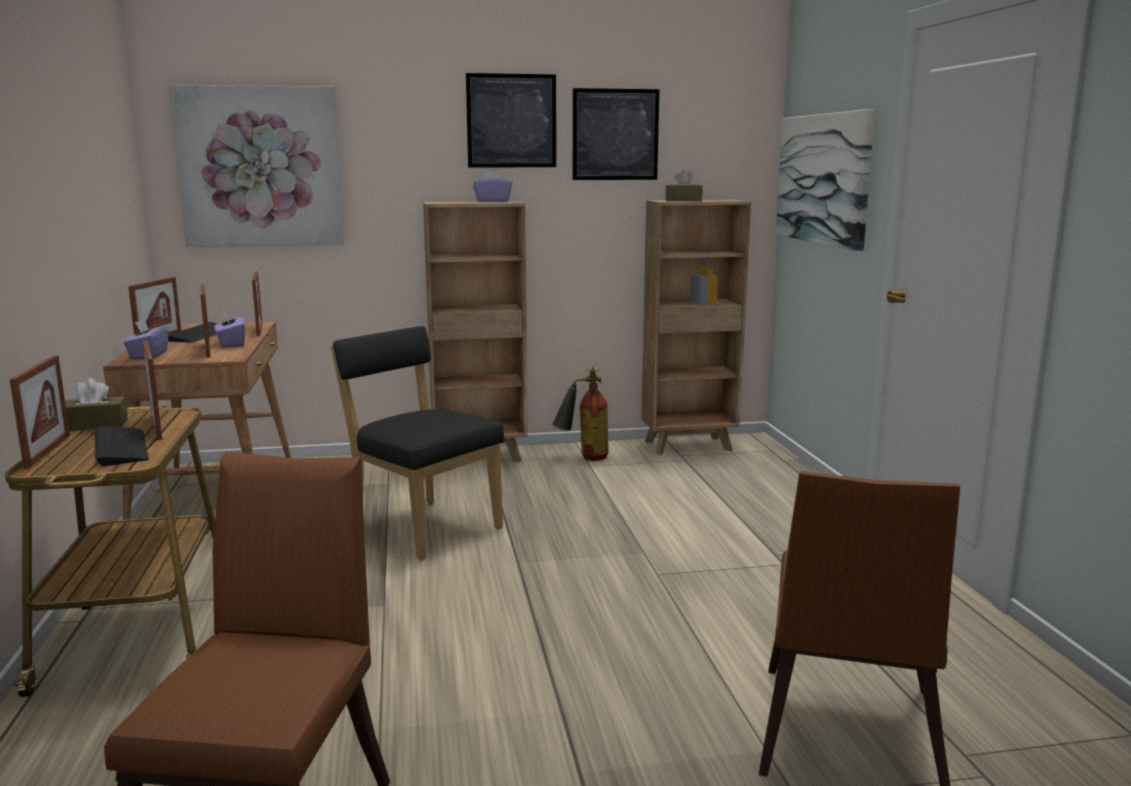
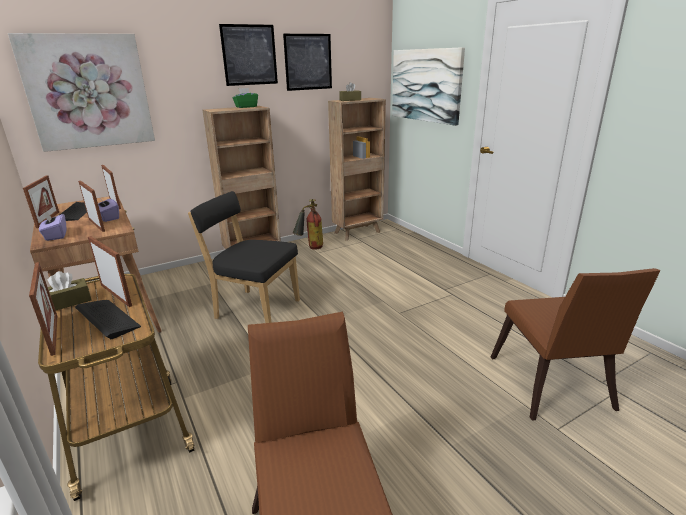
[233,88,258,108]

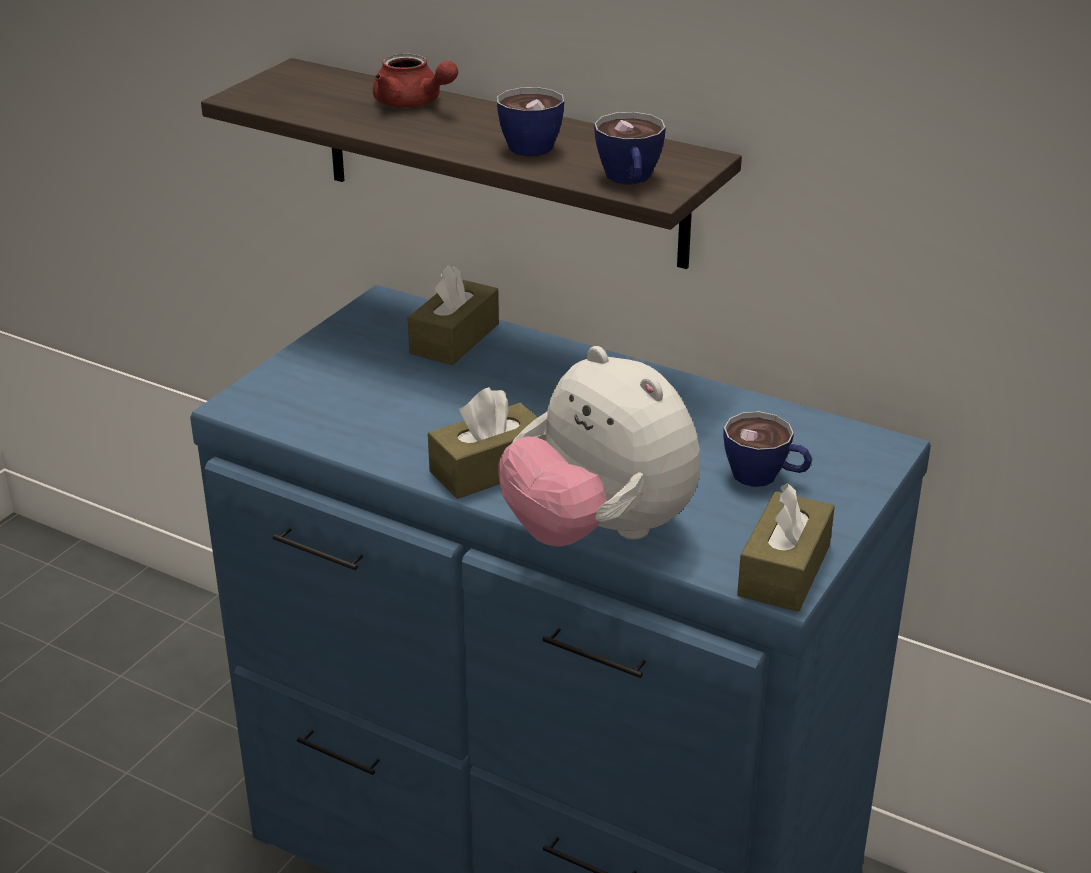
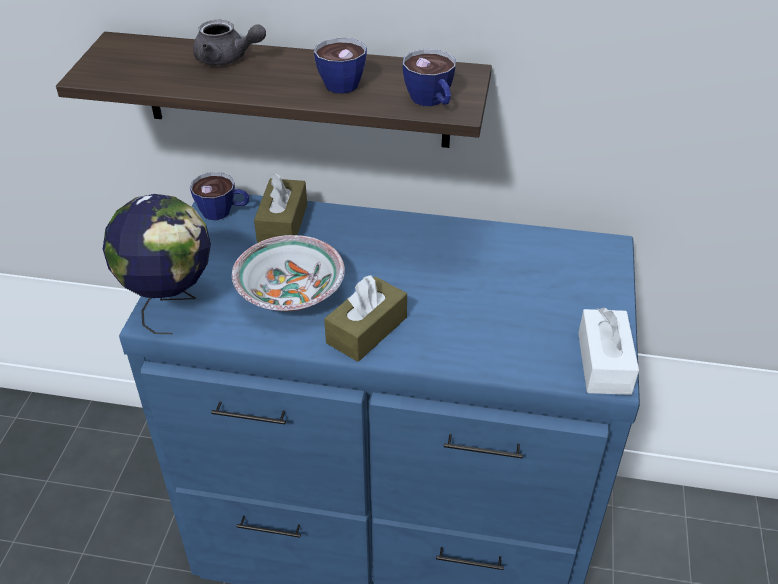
[499,346,700,547] (first image)
[103,194,211,334]
[232,235,345,311]
[190,172,249,220]
[193,20,266,65]
[578,308,639,395]

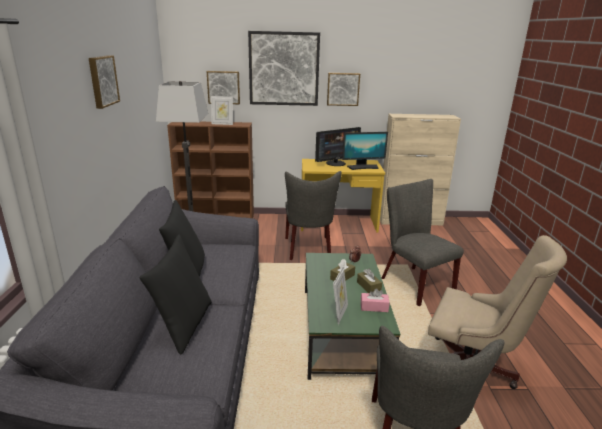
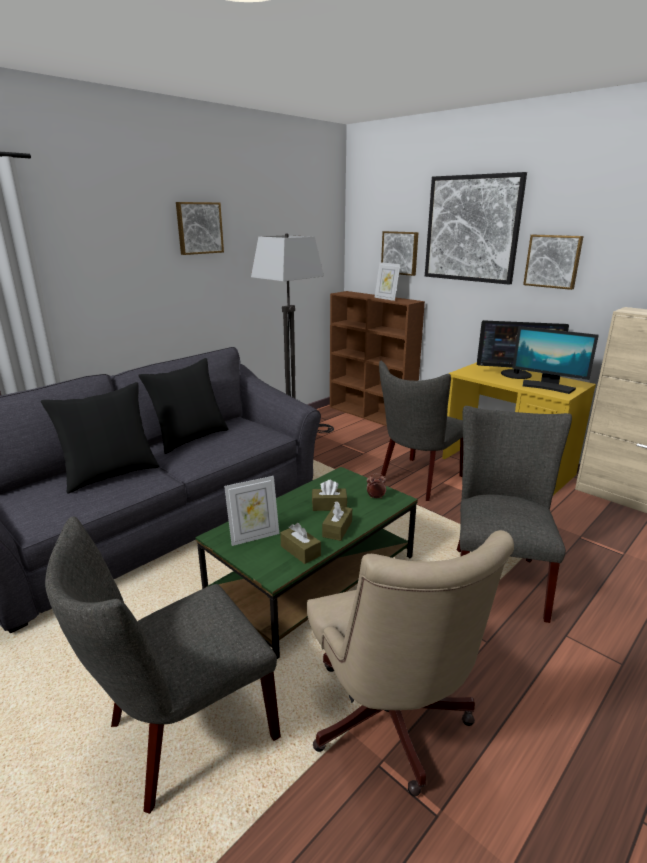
[280,523,321,564]

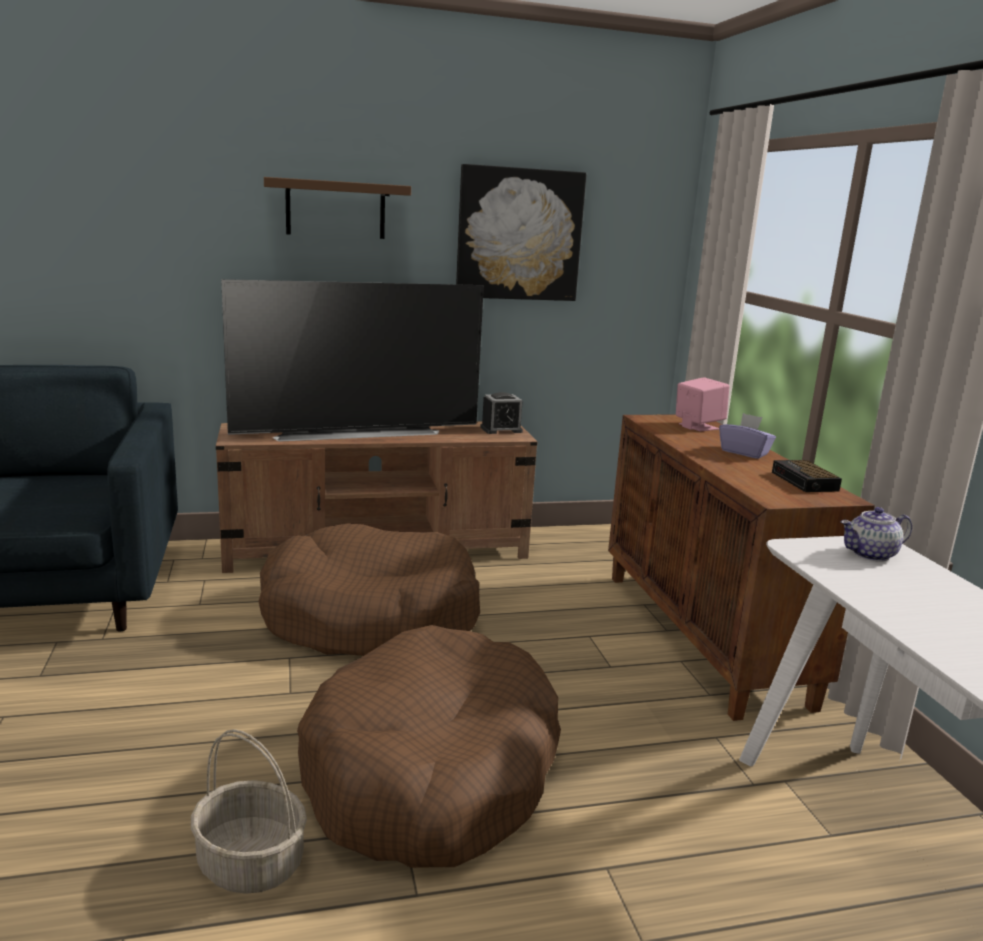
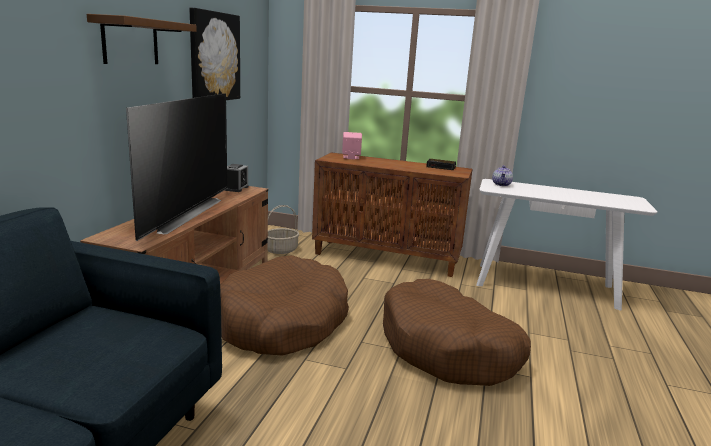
[719,413,776,459] (first image)
[268,205,299,254]

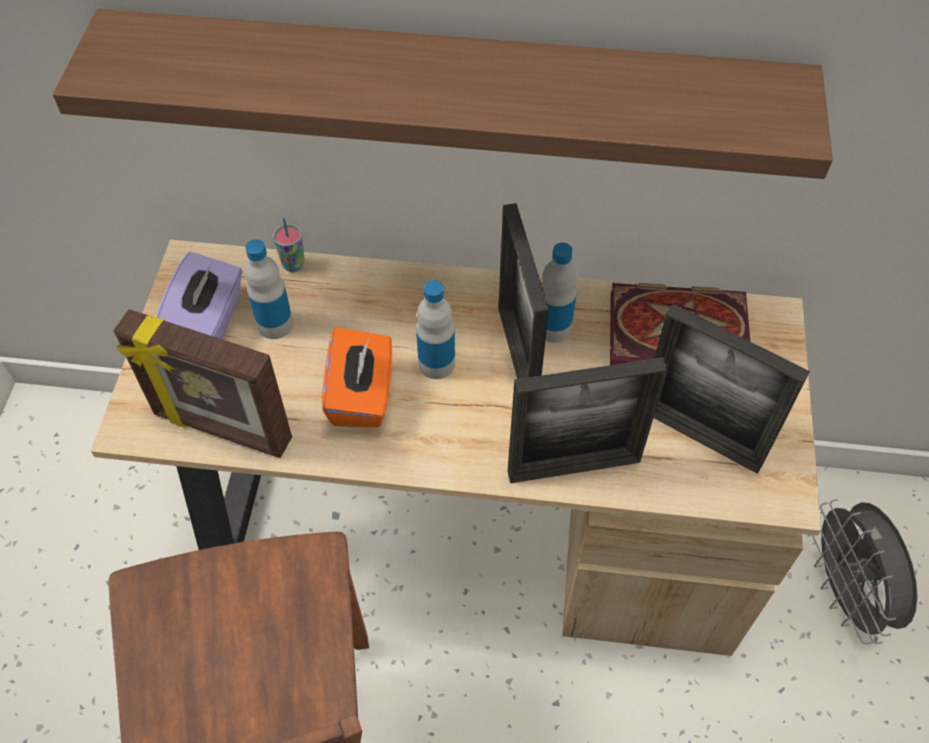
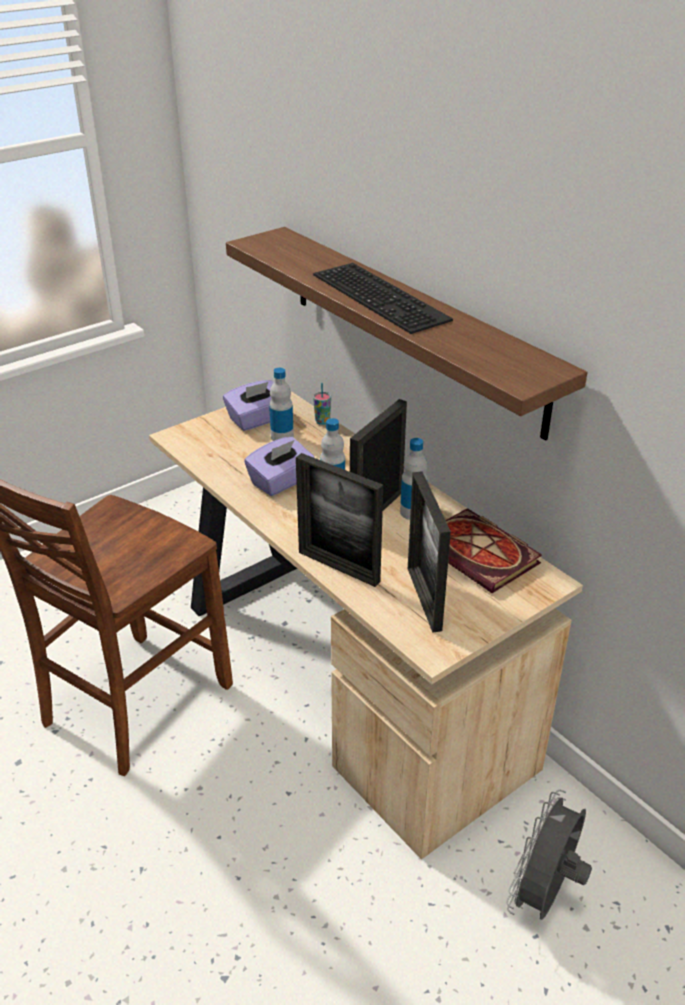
[113,309,292,458] (first image)
[313,263,453,334]
[244,437,315,496]

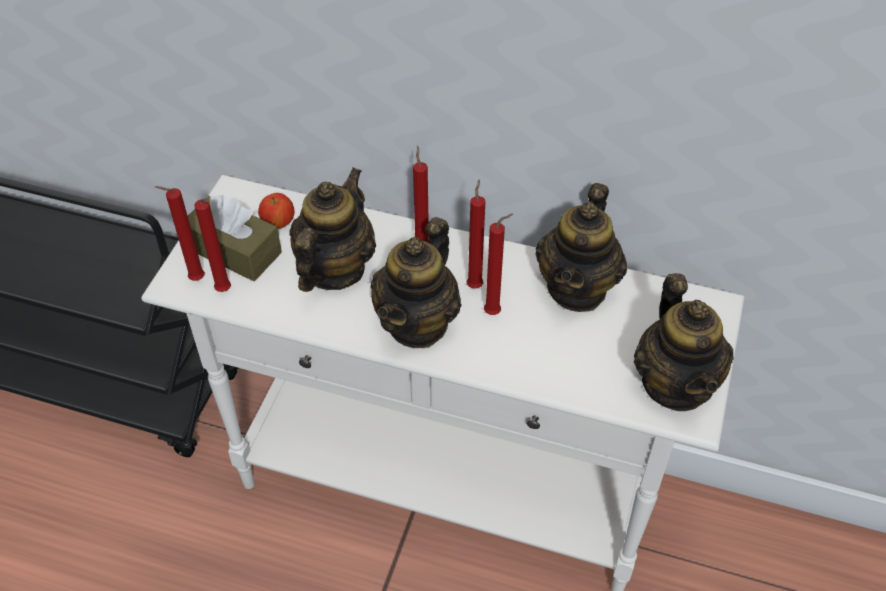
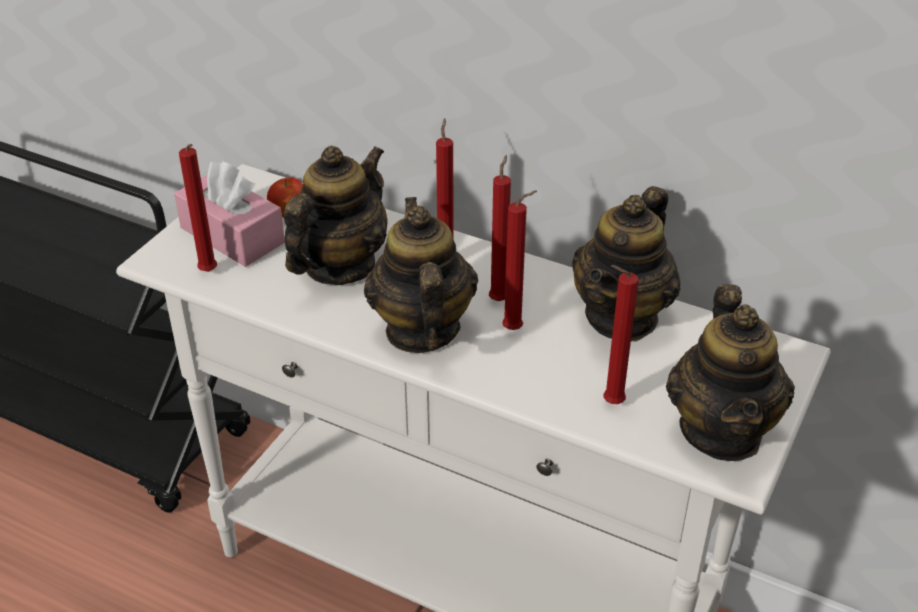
[604,265,639,404]
[174,161,285,267]
[364,197,478,353]

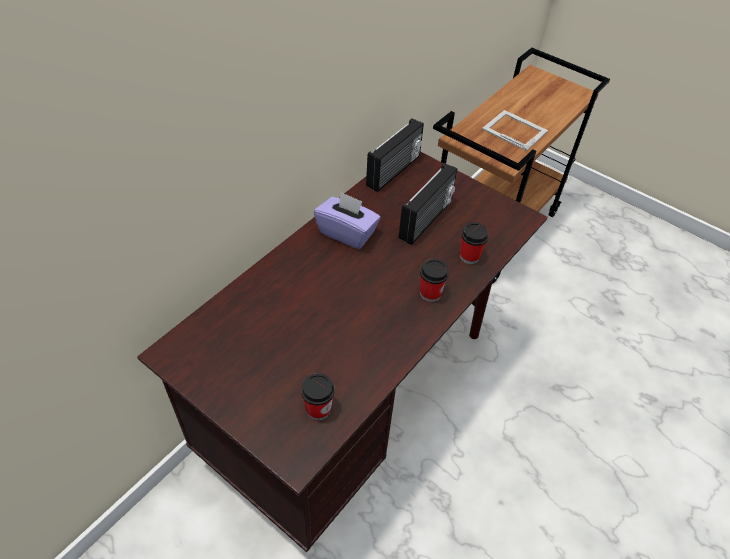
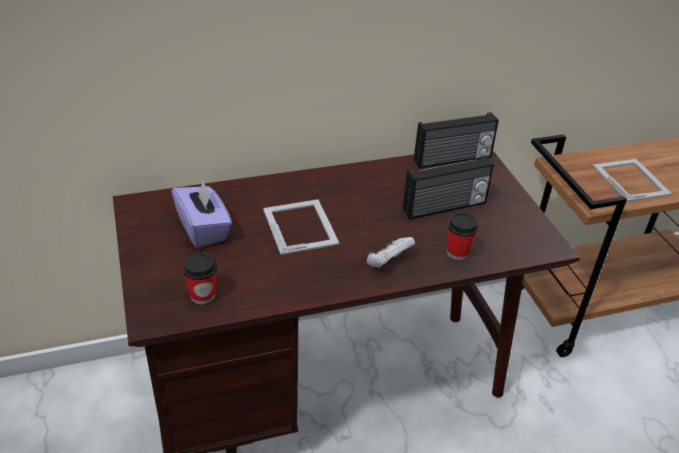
[263,199,339,255]
[172,181,232,248]
[367,237,415,268]

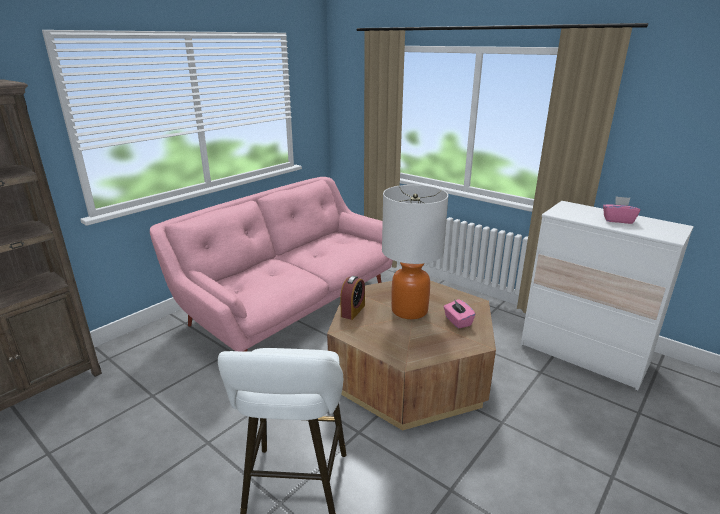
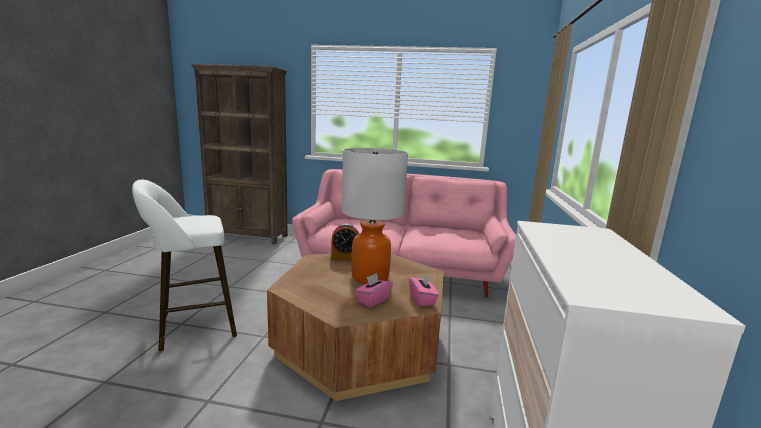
[409,274,439,307]

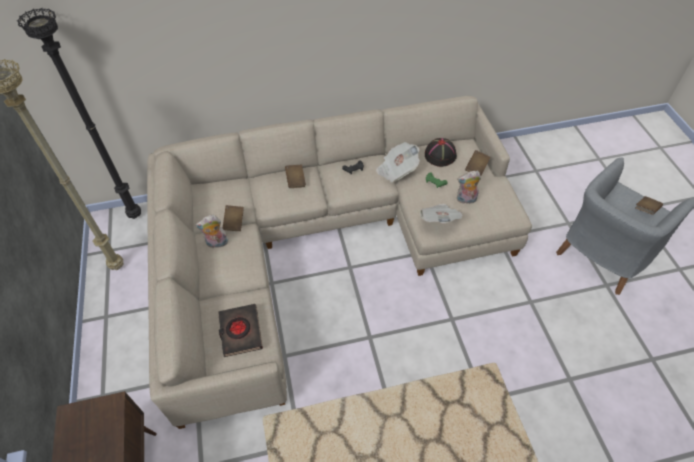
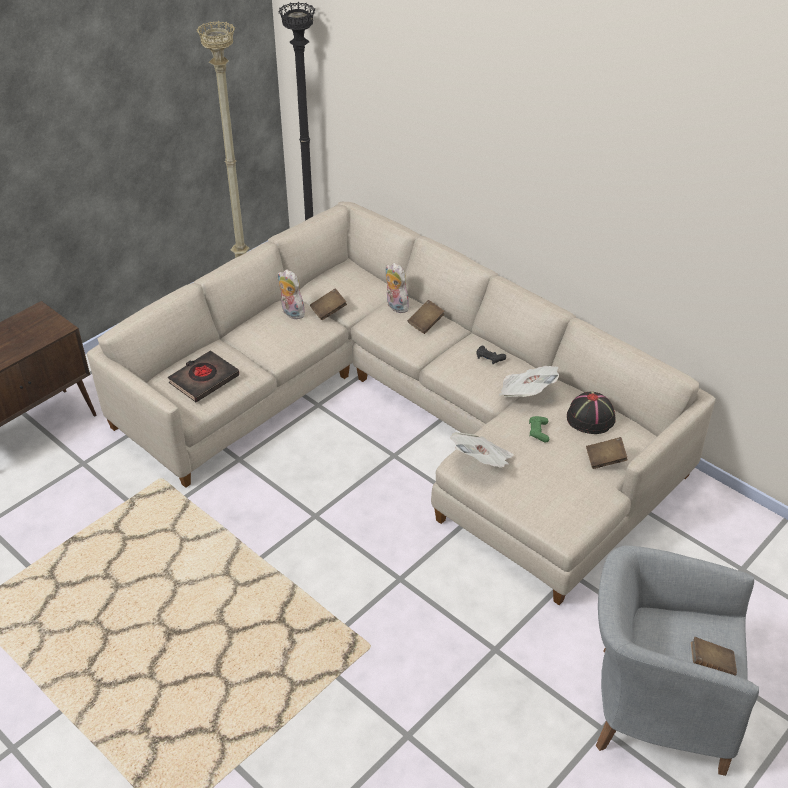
[386,263,411,313]

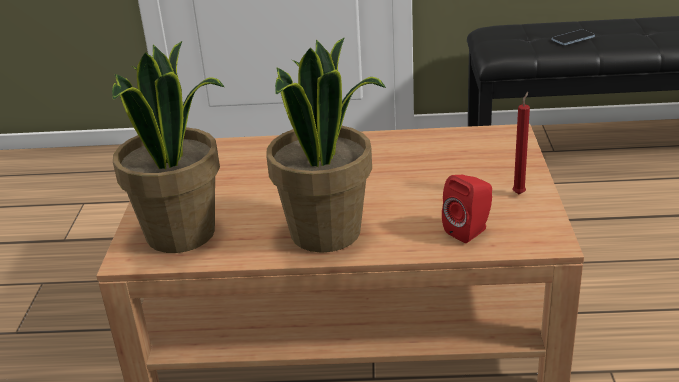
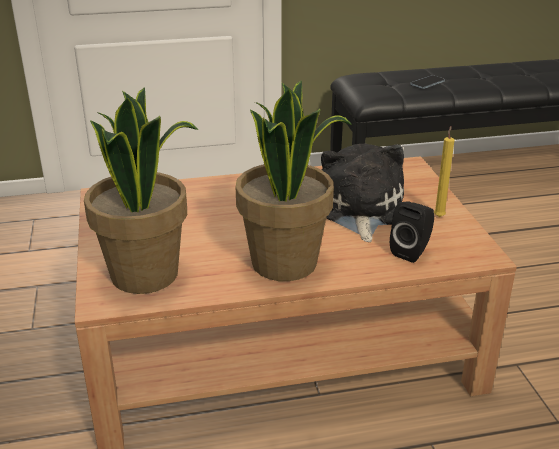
[321,143,404,242]
[390,201,434,263]
[434,126,454,217]

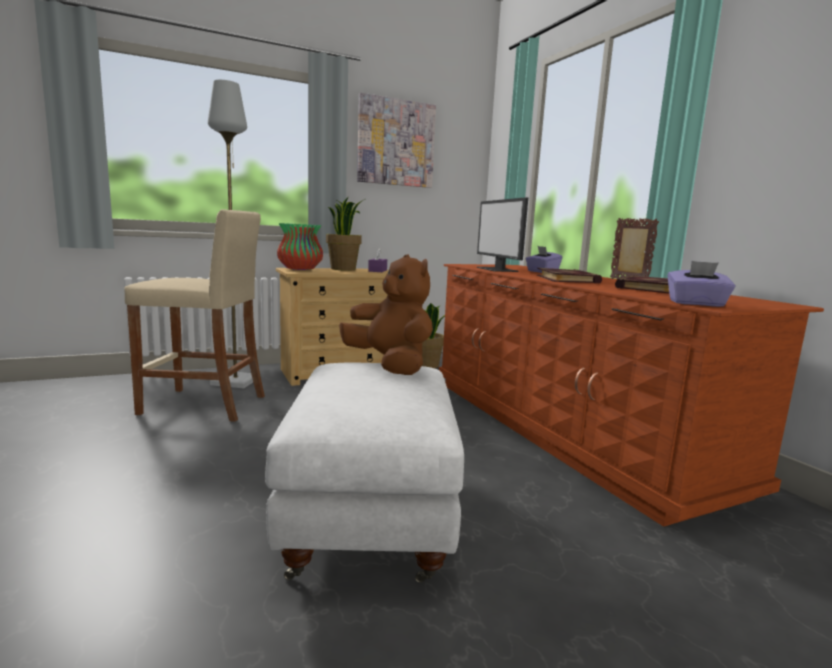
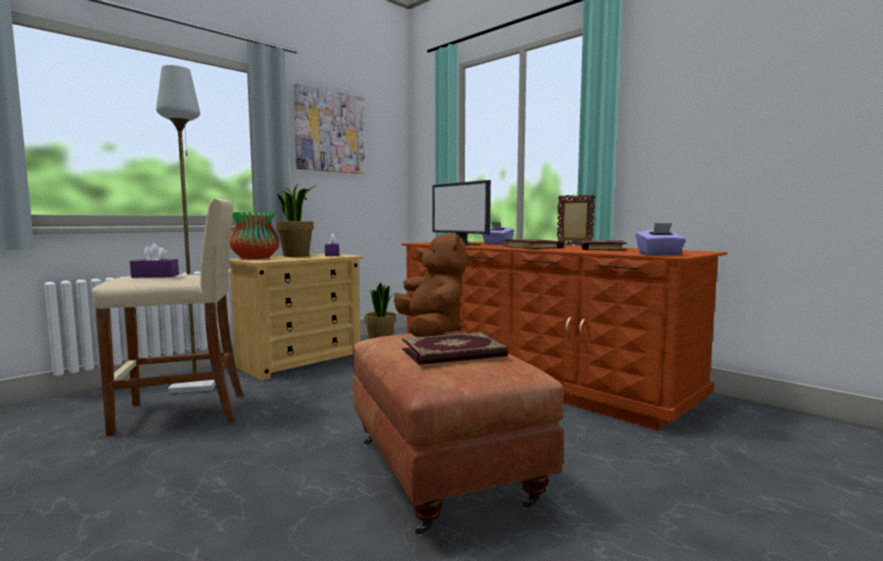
[130,244,179,278]
[402,332,508,365]
[353,331,564,536]
[394,232,466,337]

